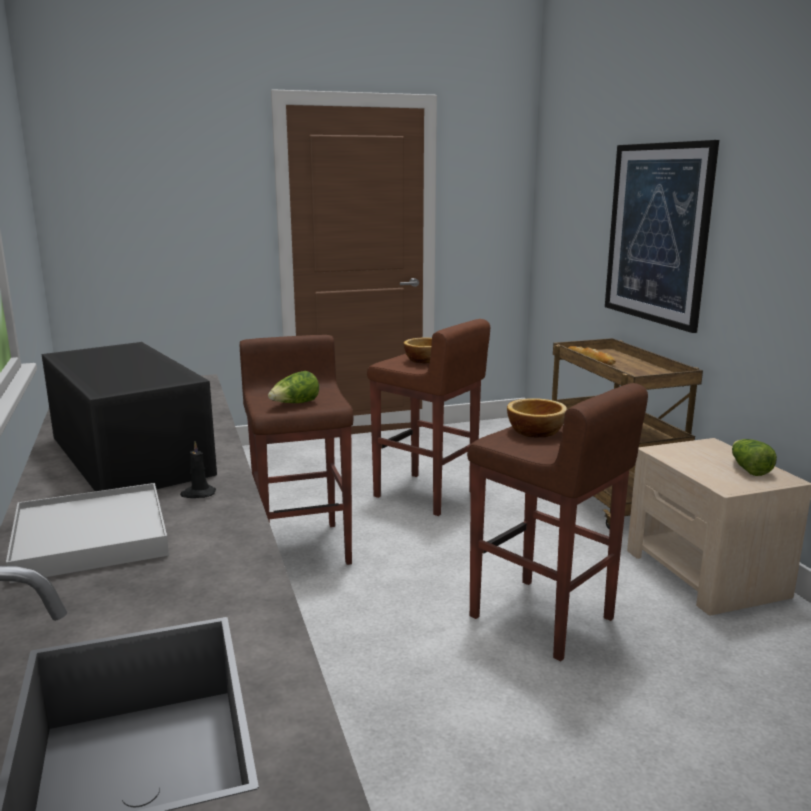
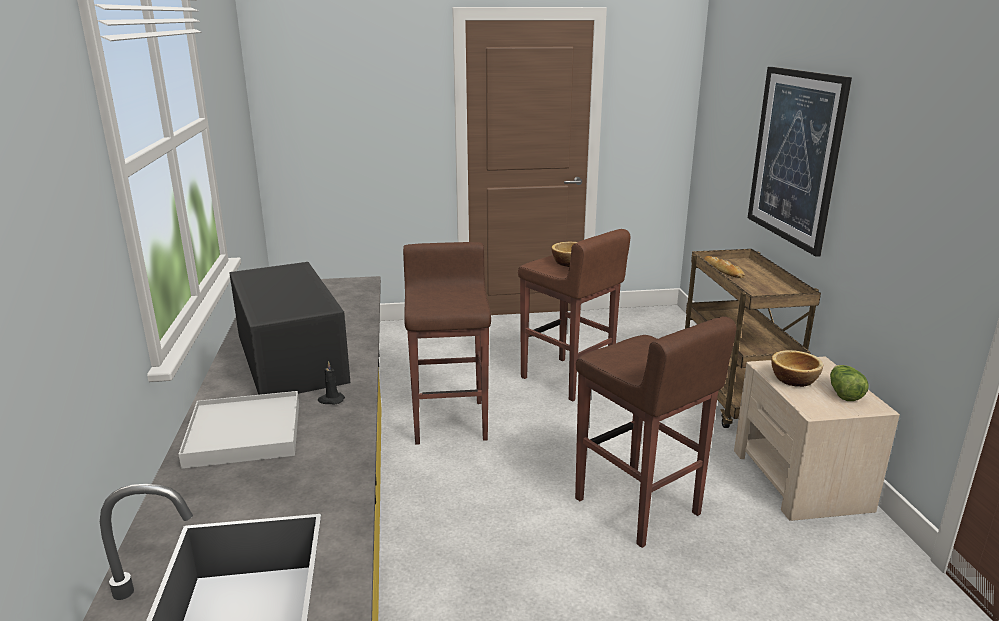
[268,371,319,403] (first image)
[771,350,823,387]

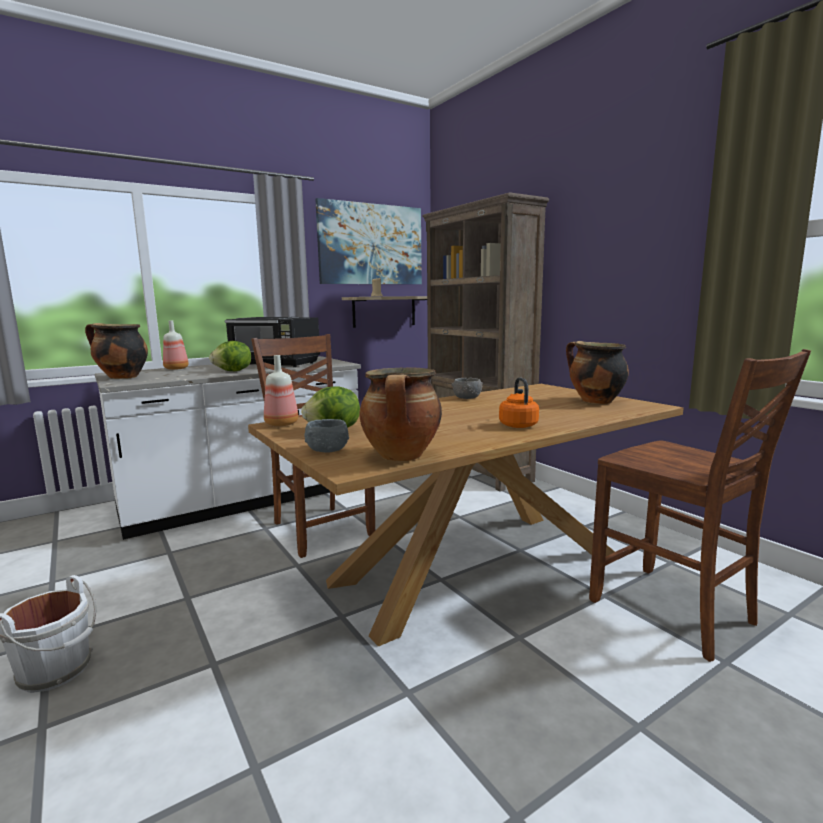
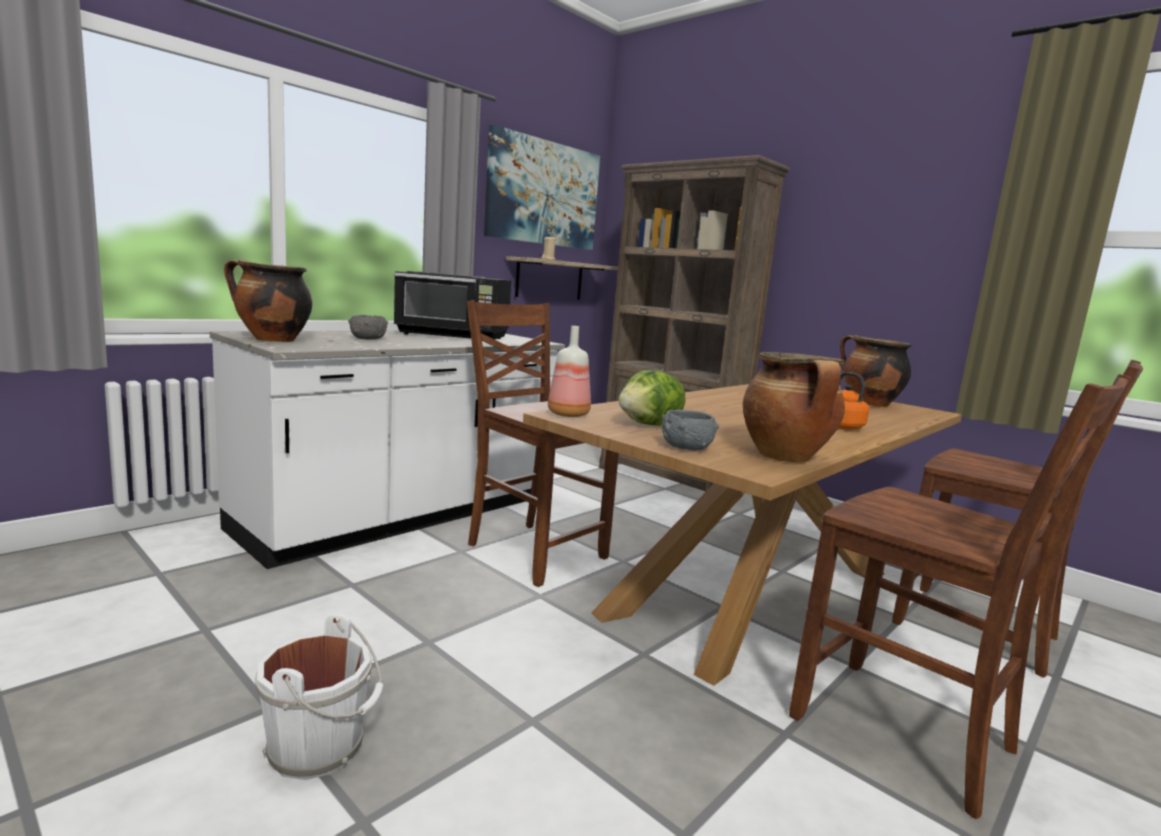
[163,320,189,370] (first image)
[209,341,251,371] (first image)
[789,374,1131,819]
[348,315,388,340]

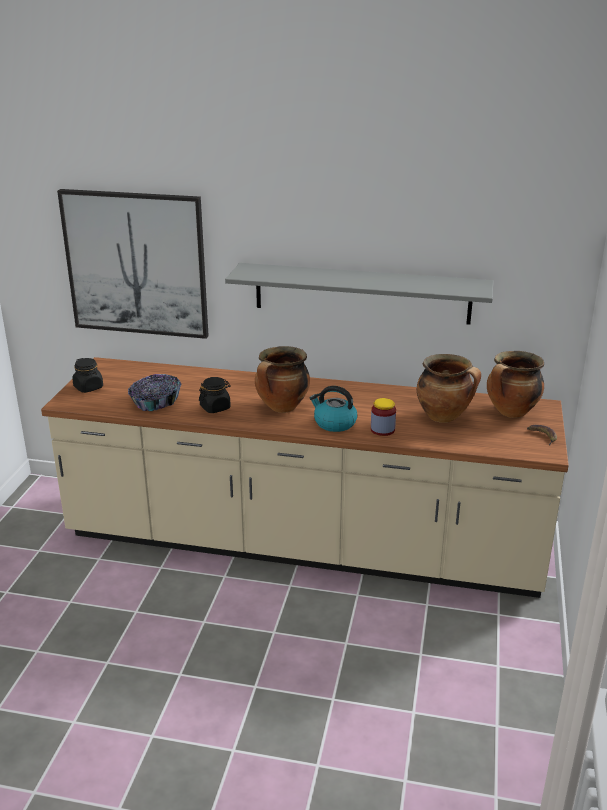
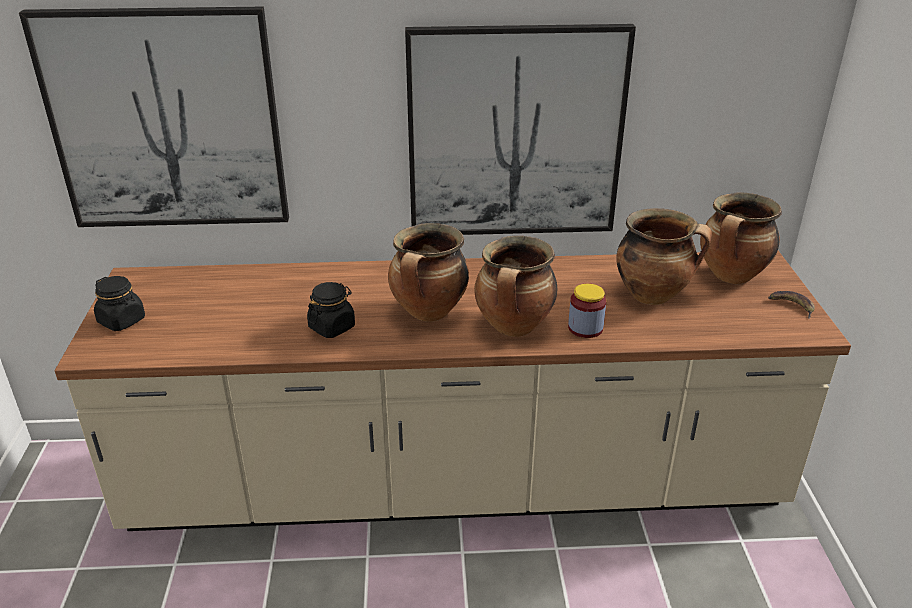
[128,374,182,411] (first image)
[405,24,636,235]
[474,236,557,337]

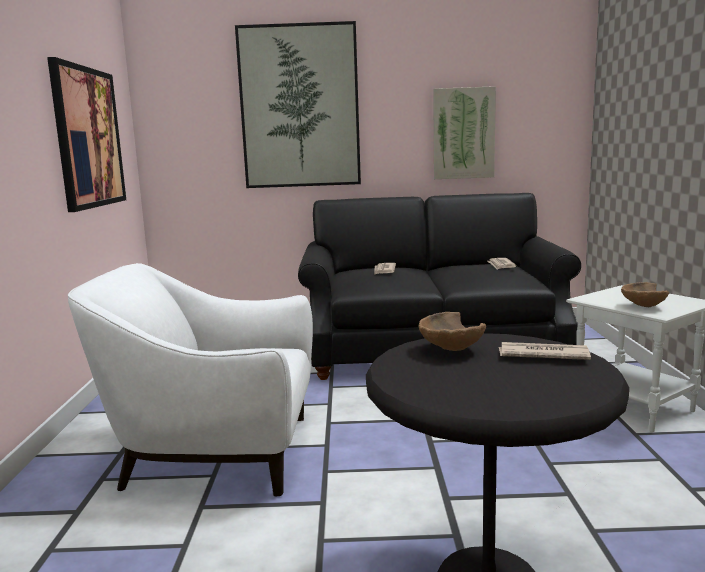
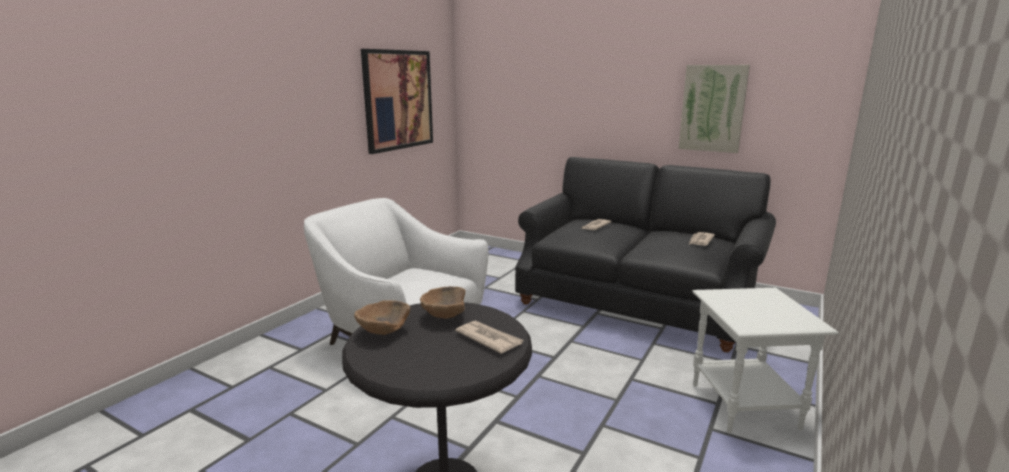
[235,21,361,188] (first image)
[354,300,411,335]

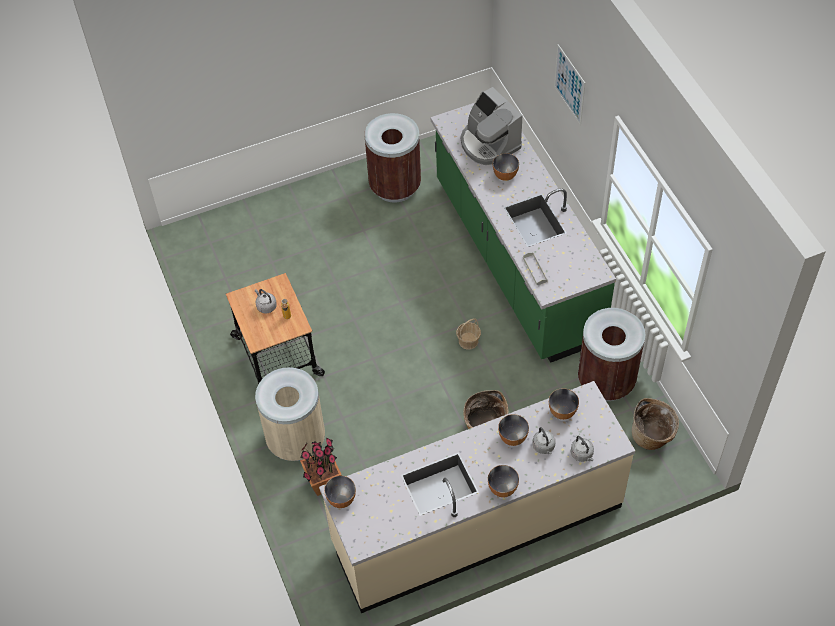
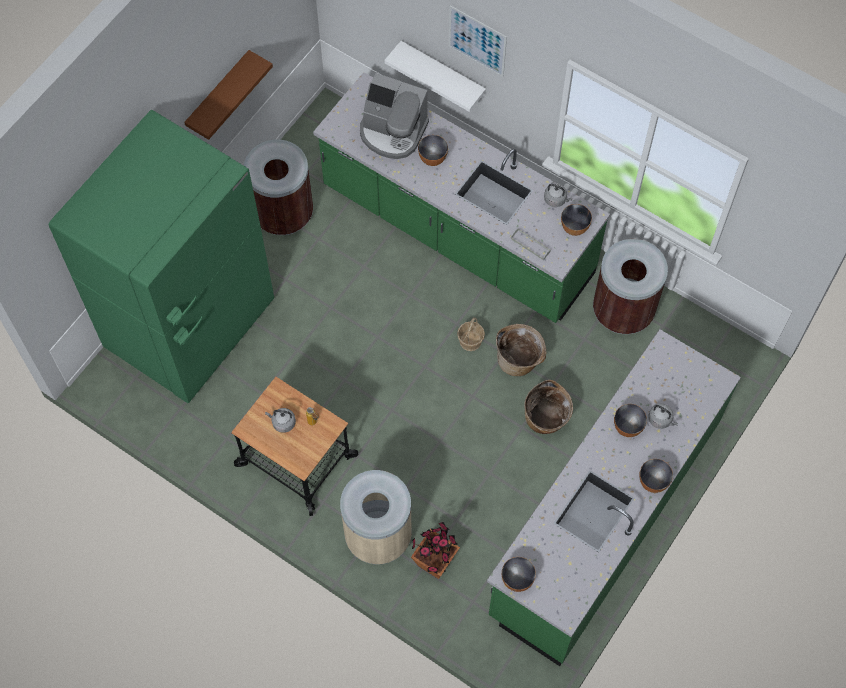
[49,110,274,403]
[184,50,273,140]
[385,41,486,112]
[561,204,592,236]
[544,184,572,207]
[496,324,546,376]
[487,329,741,666]

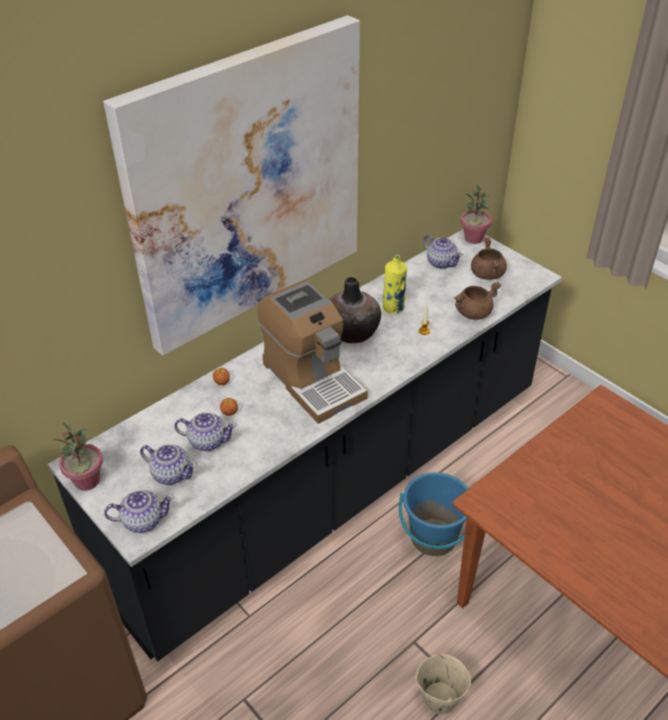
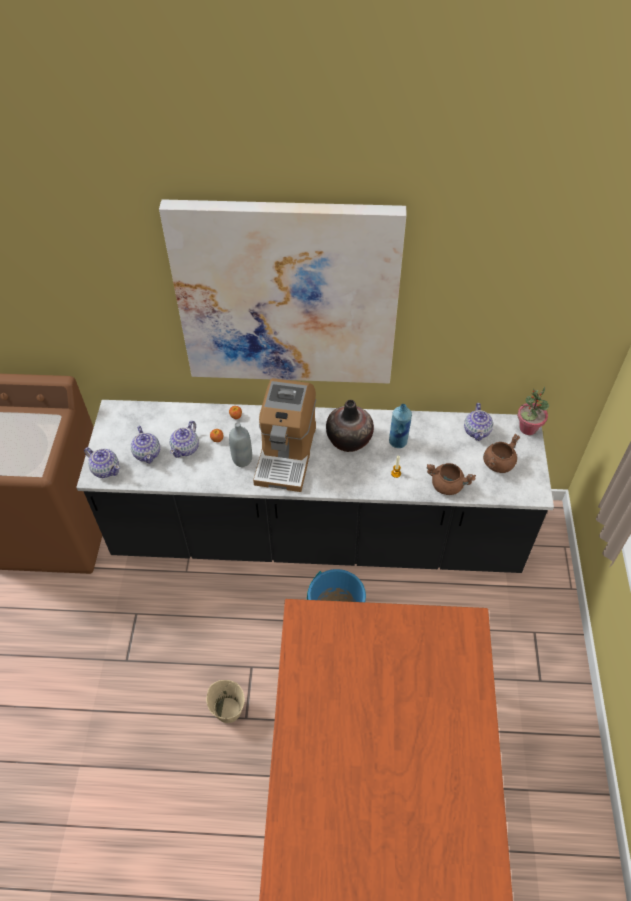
[53,421,103,491] (first image)
[229,422,252,467]
[389,404,412,448]
[170,421,199,458]

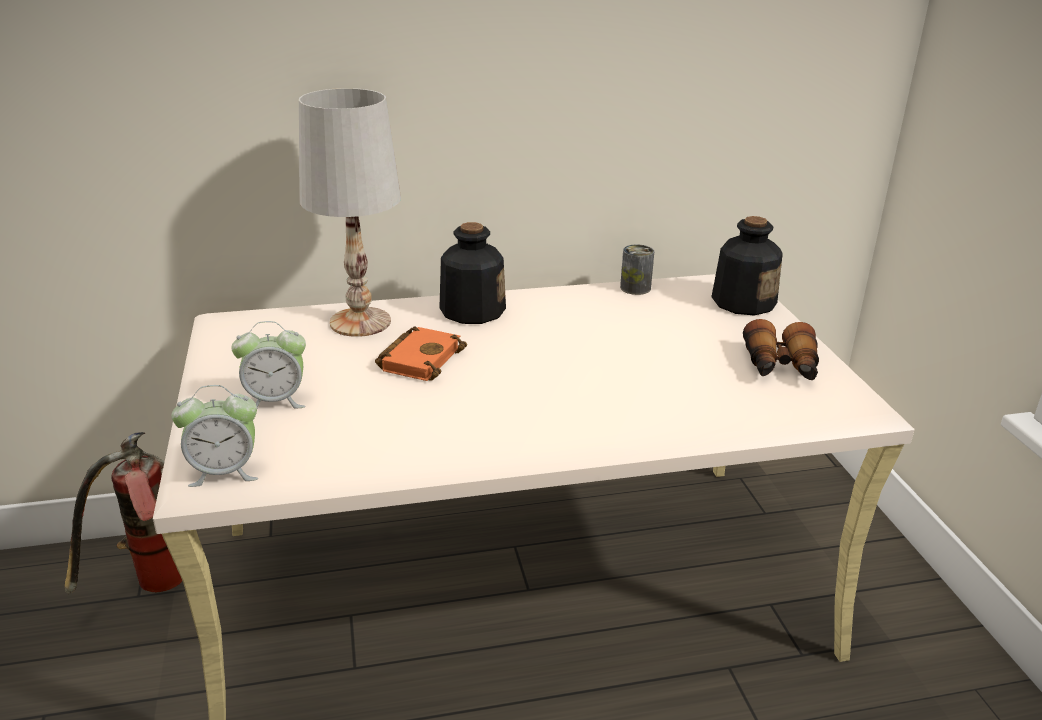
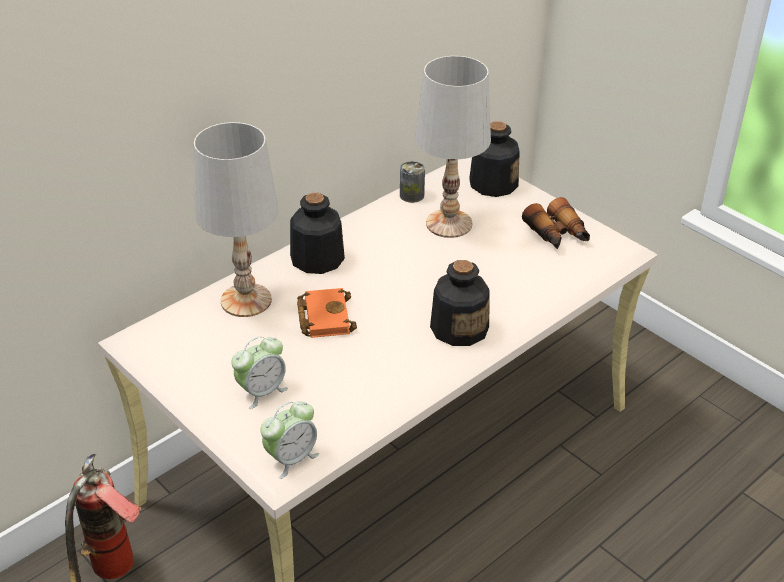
[415,56,491,238]
[430,260,490,346]

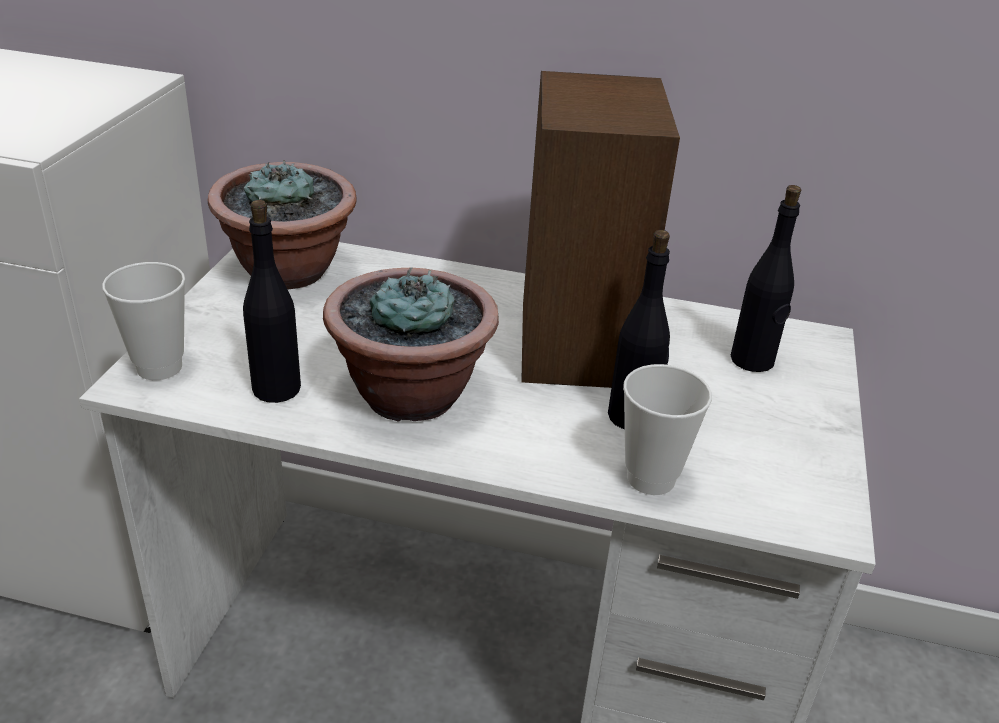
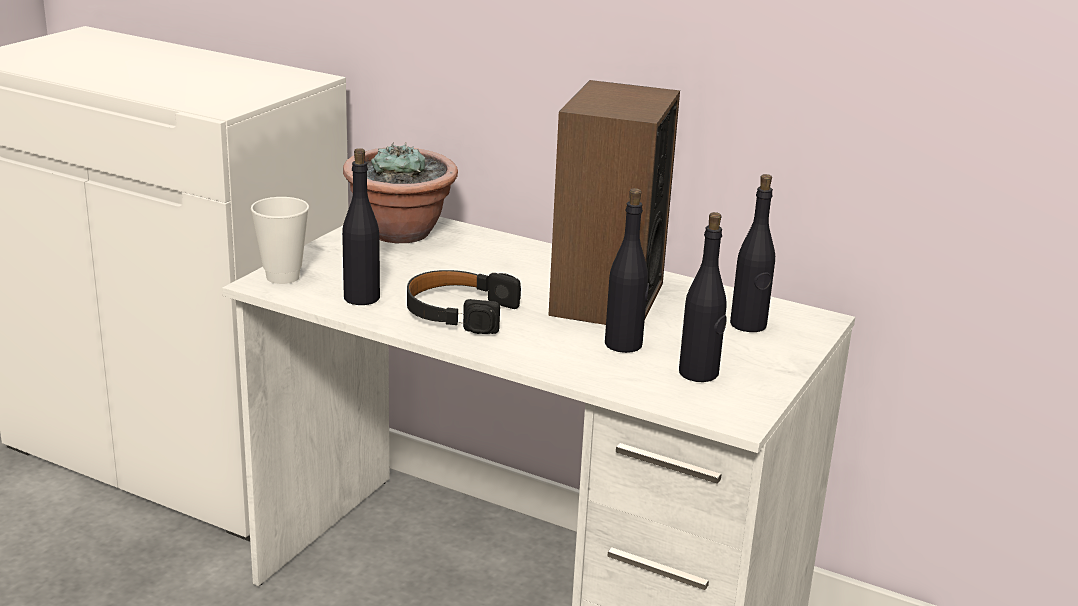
[623,364,712,495] (first image)
[679,212,727,382]
[407,270,521,334]

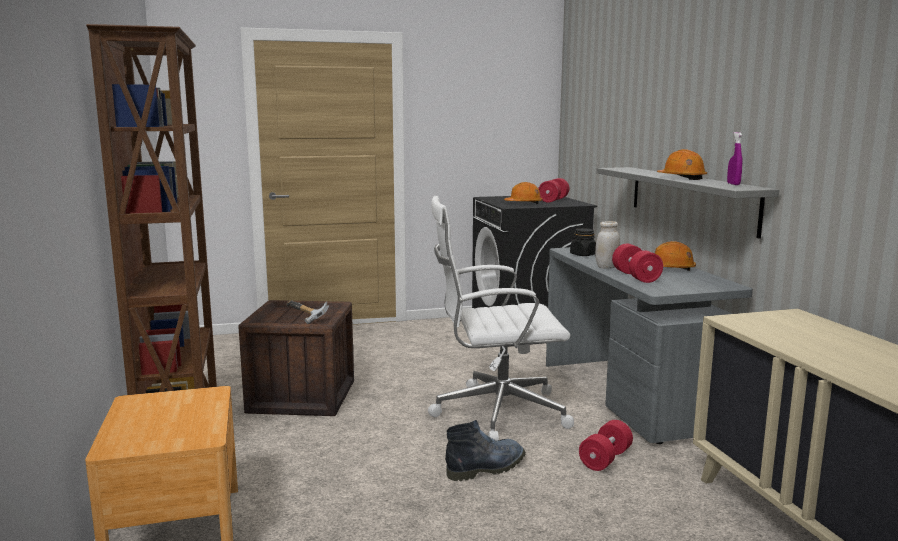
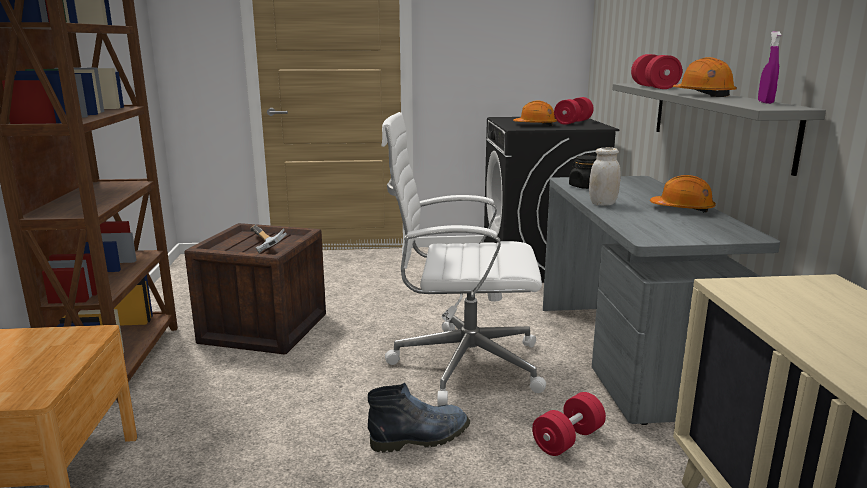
[631,54,683,89]

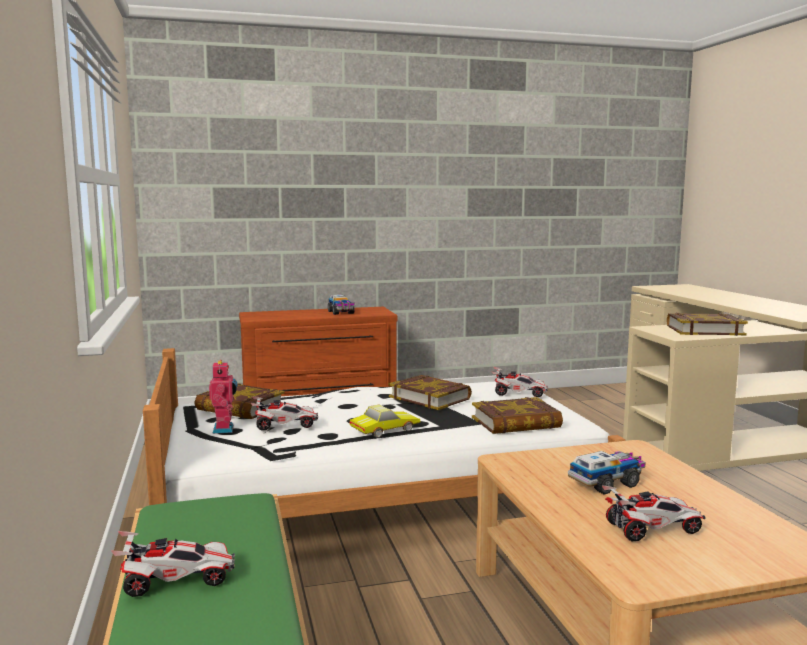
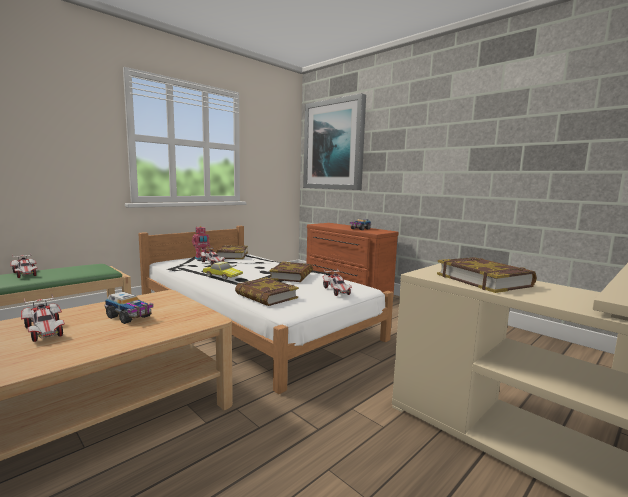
[303,93,366,190]

